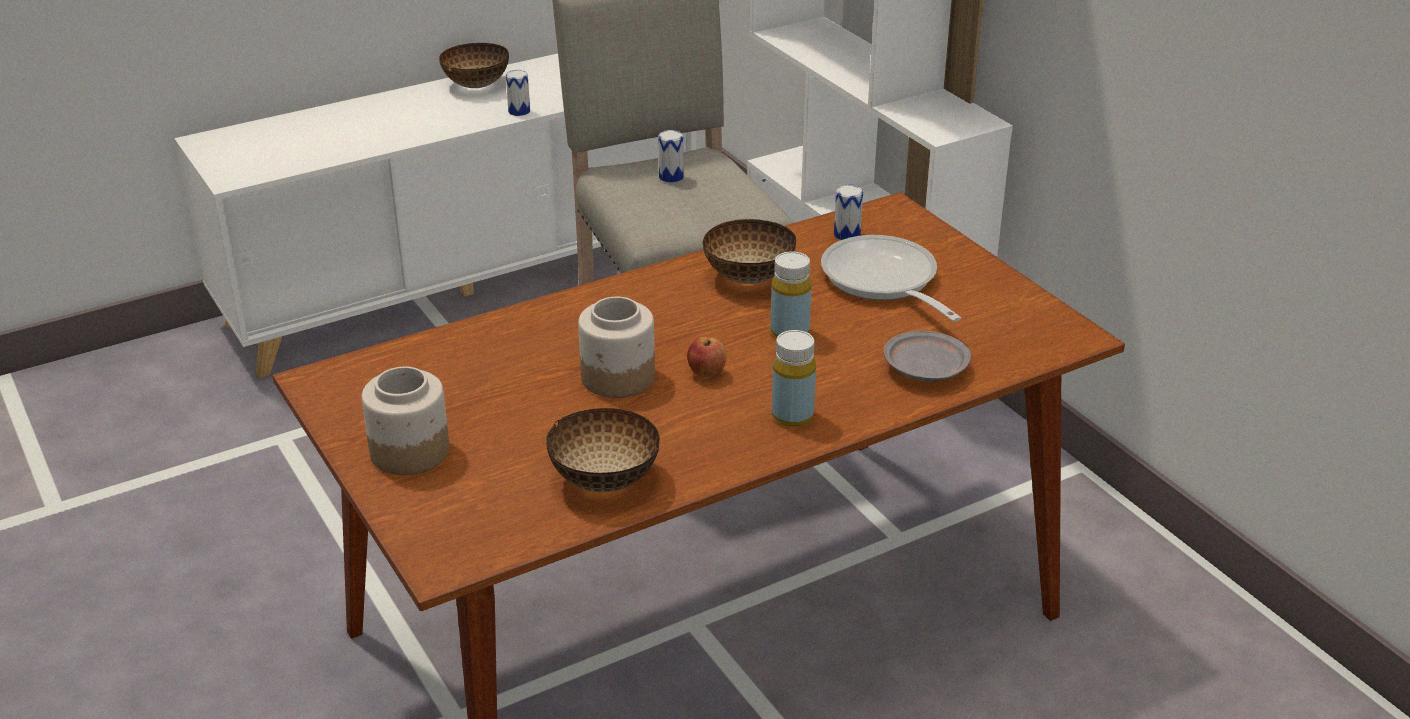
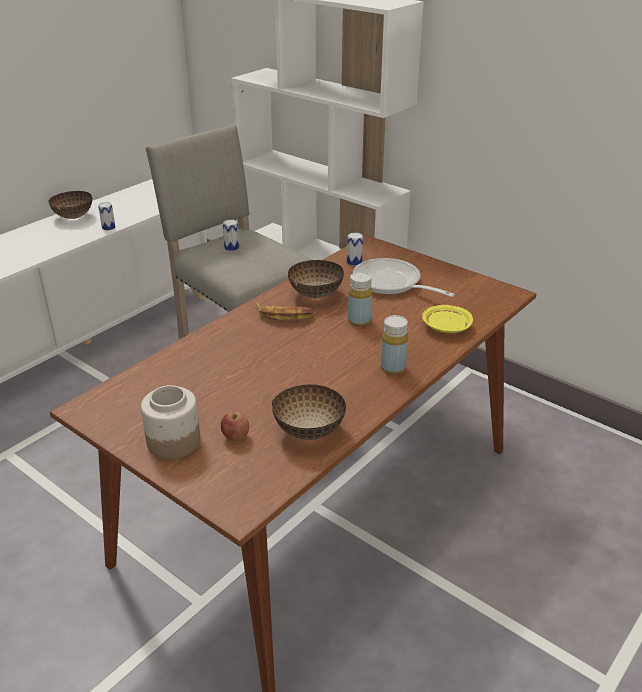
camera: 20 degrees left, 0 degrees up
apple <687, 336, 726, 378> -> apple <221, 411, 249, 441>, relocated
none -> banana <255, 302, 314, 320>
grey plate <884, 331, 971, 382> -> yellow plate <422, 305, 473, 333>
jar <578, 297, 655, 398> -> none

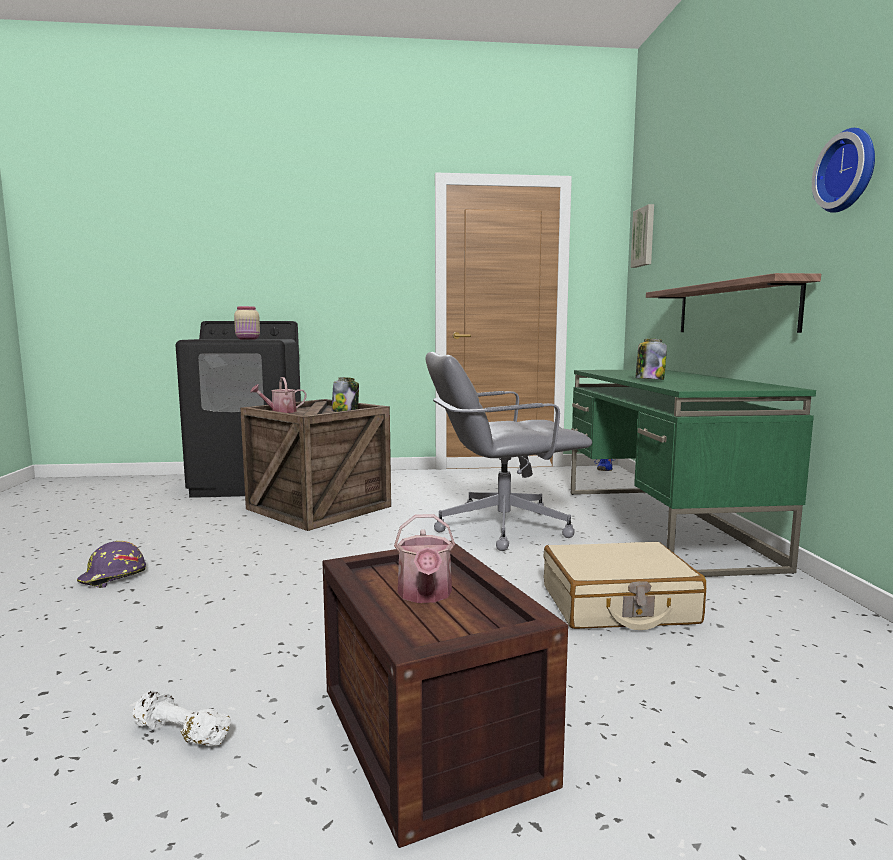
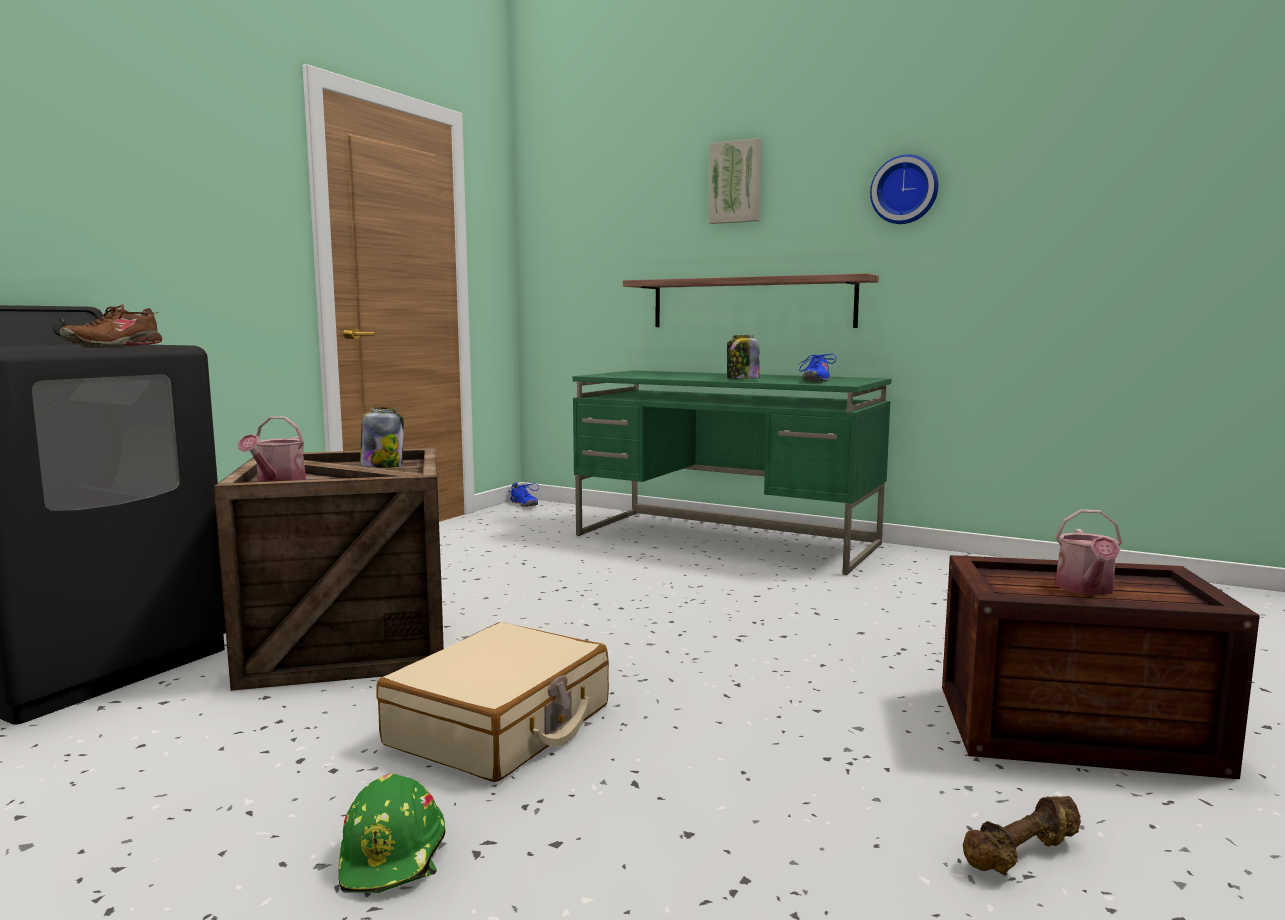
camera: 55 degrees left, 0 degrees up
beige jar <234, 306, 260, 340> -> brown shoe <60, 304, 162, 346>
purple hard hat <77, 541, 146, 588> -> green hard hat <339, 774, 446, 893>
beige suitcase <544, 542, 706, 630> -> beige suitcase <376, 622, 609, 782>, relocated
picture <631, 204, 654, 268> -> picture <709, 138, 762, 224>, relocated
none -> blue shoe <799, 354, 836, 382>
white dumbbell <132, 690, 231, 746> -> brown dumbbell <963, 796, 1081, 874>
watering can <394, 514, 455, 603> -> watering can <1055, 509, 1122, 595>, 75 degrees clockwise
grey office chair <426, 352, 592, 551> -> none

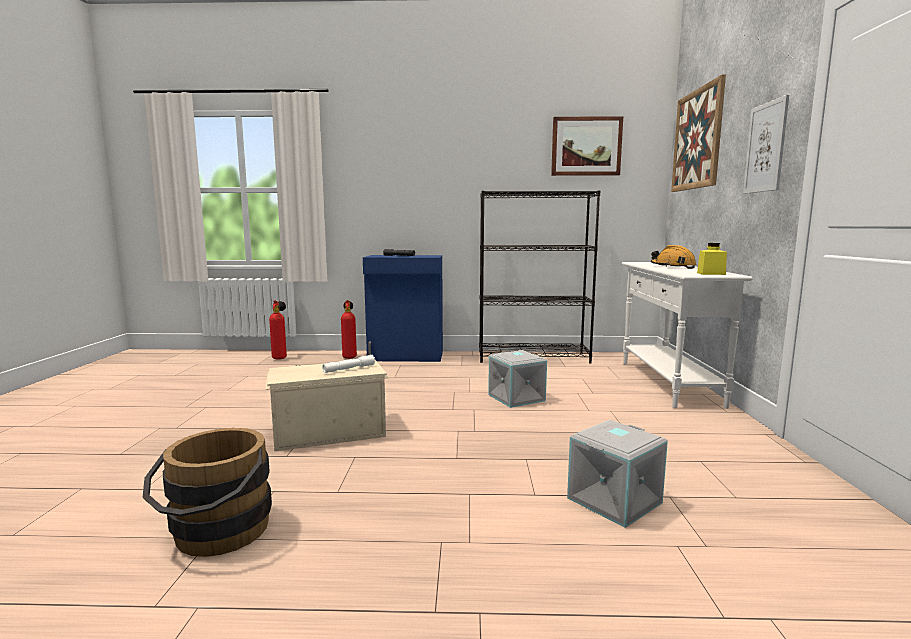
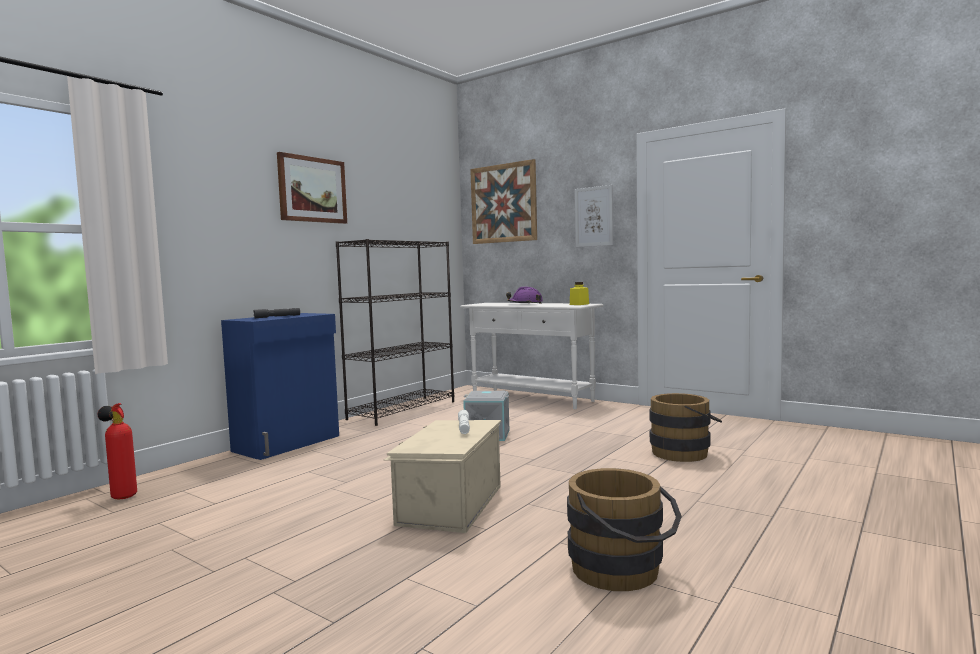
camera: 55 degrees left, 5 degrees down
picture <551, 116, 623, 176> -> picture <277, 152, 347, 224>, relocated
orange hard hat <651, 245, 696, 269> -> purple hard hat <506, 287, 543, 304>
grey storage box <567, 420, 668, 528> -> brown bucket <649, 393, 722, 462>
fire extinguisher <341, 300, 357, 359> -> none

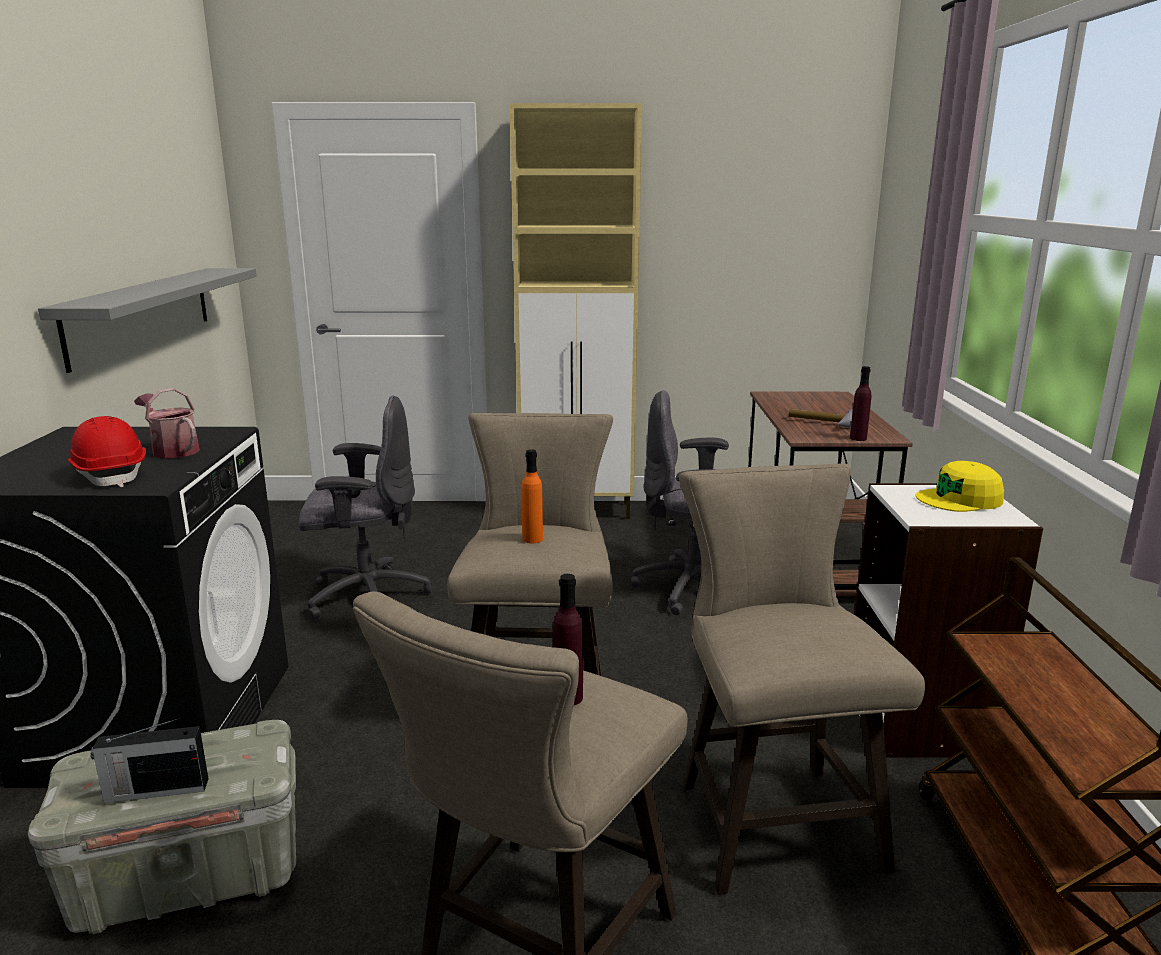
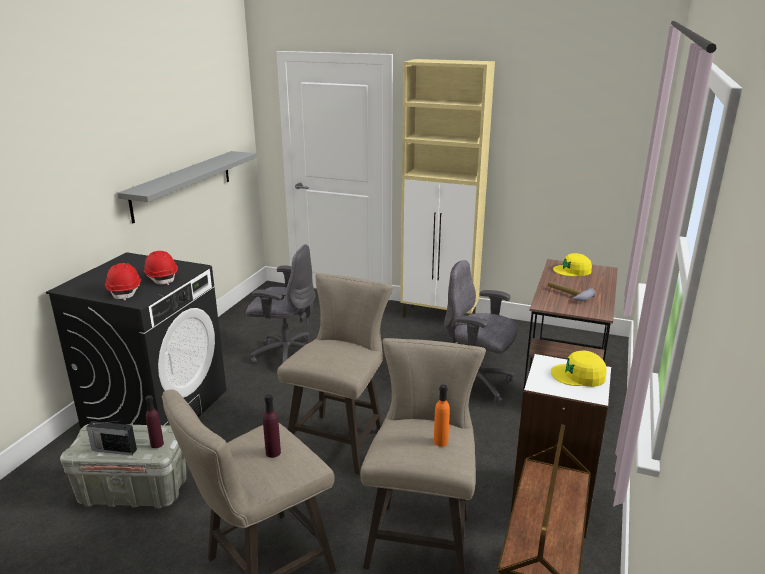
camera: 20 degrees right, 5 degrees up
watering can <134, 388, 200, 459> -> red hard hat <143, 251, 178, 285>
purple bottle <850, 366, 871, 441> -> purple bottle <145, 395, 164, 448>, relocated
orange bottle <521, 449, 543, 543> -> orange bottle <434, 384, 450, 447>, relocated
none -> yellow cap <553, 253, 592, 276>

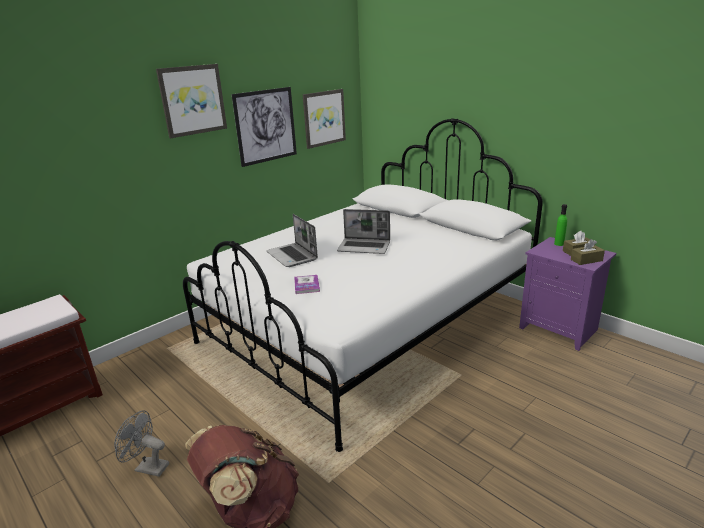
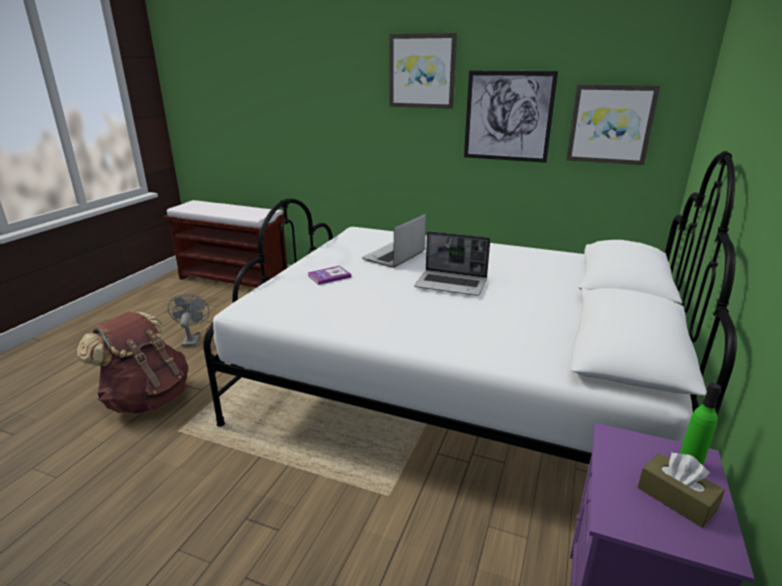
camera: 65 degrees right, 0 degrees up
laptop <337, 209, 390, 254> -> laptop <414, 231, 490, 296>, 60 degrees counterclockwise
brown tissue box <571, 239, 605, 265> -> none

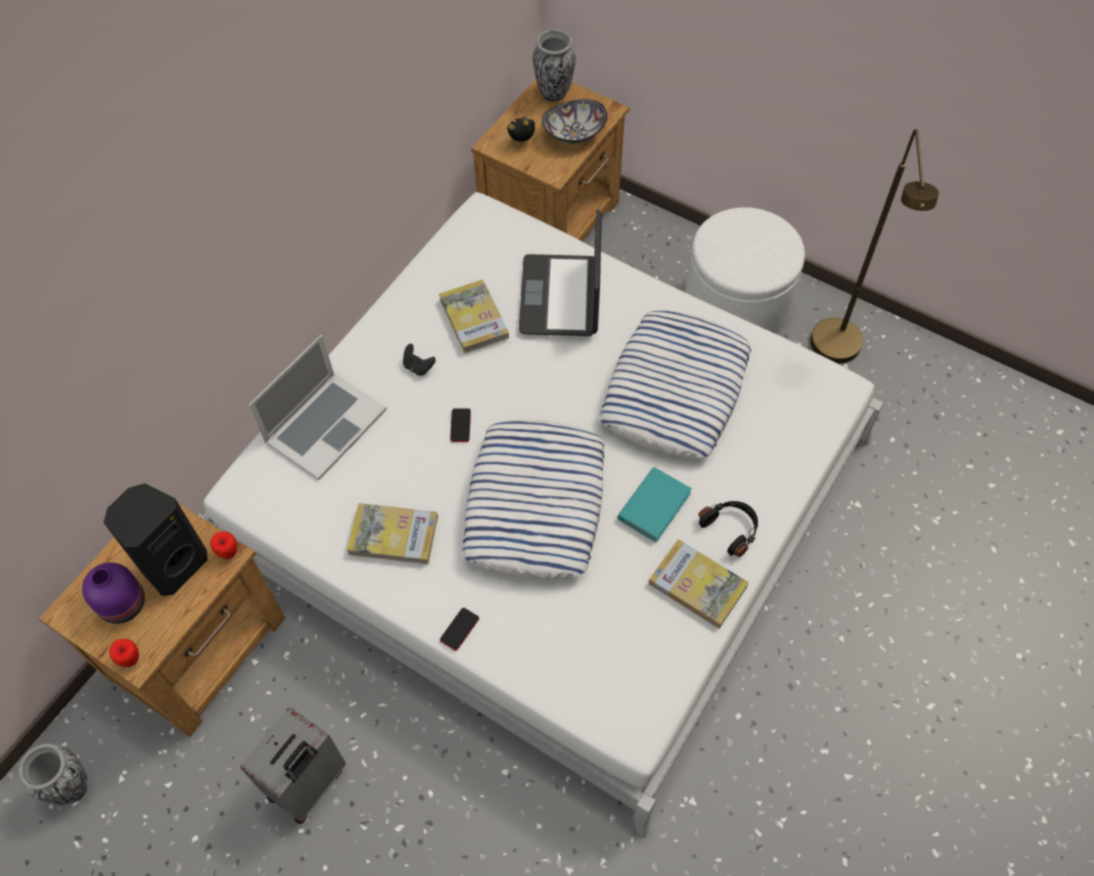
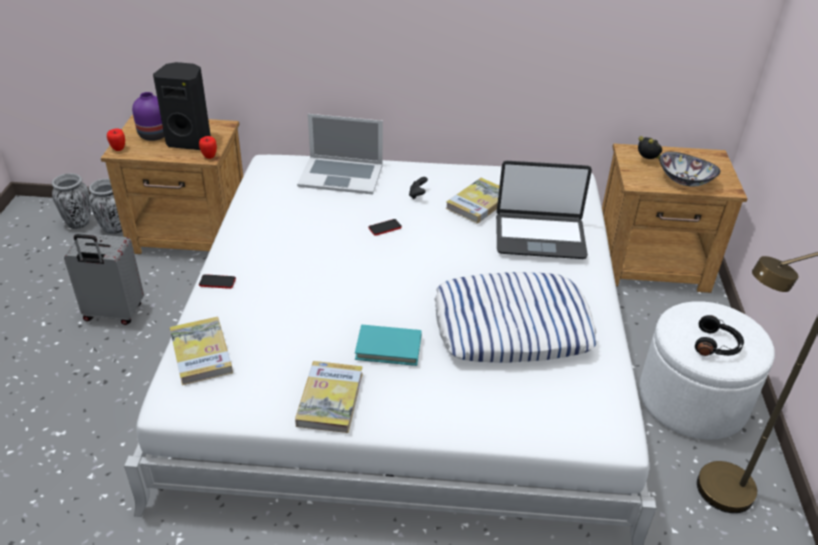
camera: 60 degrees right, 20 degrees down
vase <533, 29, 576, 102> -> vase <89, 178, 122, 234>, relocated
book <347, 503, 438, 565> -> book <170, 317, 233, 385>, relocated
laptop <519, 209, 602, 336> -> laptop <496, 161, 592, 259>, 150 degrees counterclockwise
black headphones <698, 501, 758, 557> -> black headphones <695, 315, 744, 356>, relocated
pillow <462, 419, 605, 580> -> none

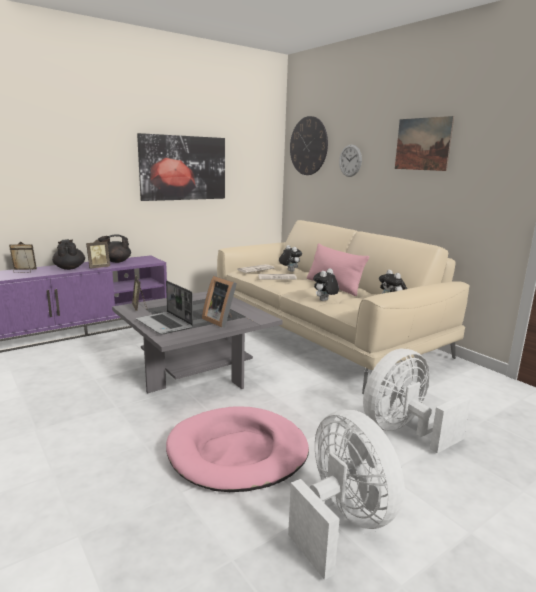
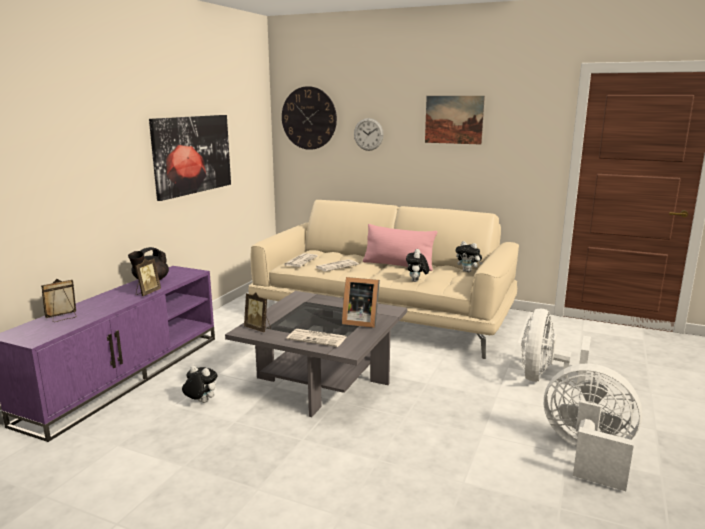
camera: 30 degrees left, 0 degrees up
plush toy <279, 245, 302, 272> -> plush toy <182, 366, 218, 403>, relocated
laptop <136, 281, 193, 334> -> newspaper <287, 329, 346, 347>
black teapot <52, 239, 85, 270> -> none
pink dog bed <166, 406, 309, 492> -> none

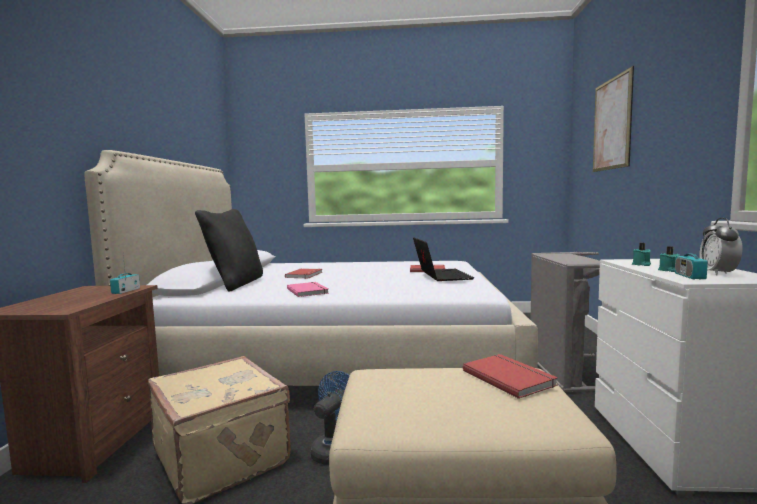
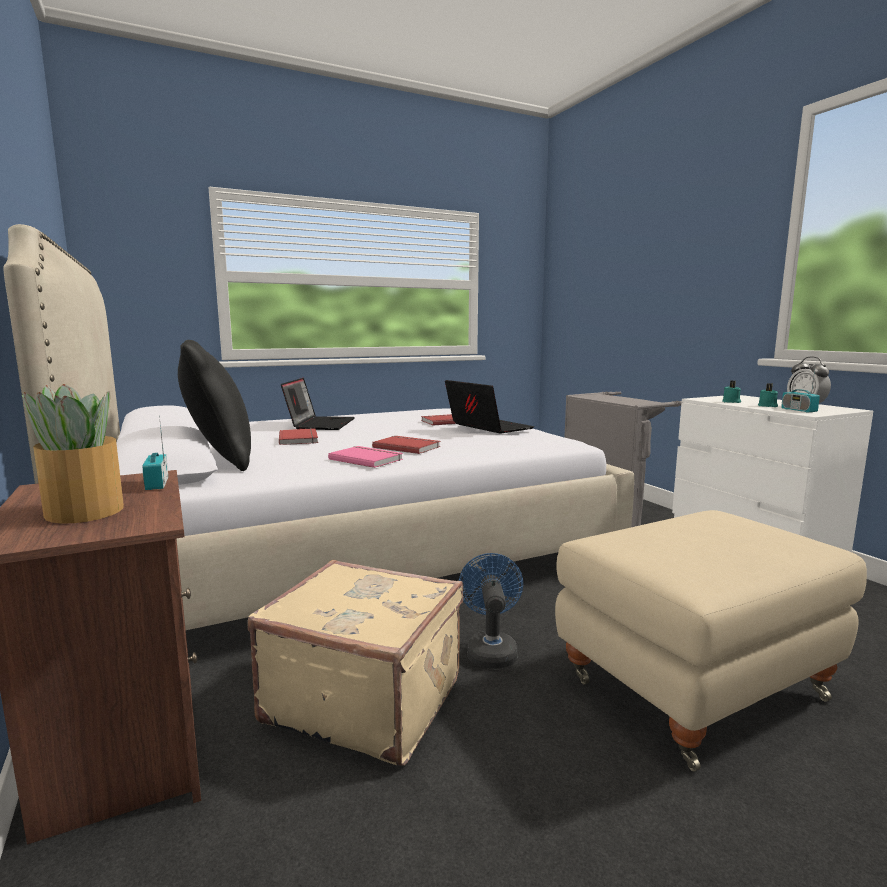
camera: 30 degrees left, 5 degrees up
none -> potted plant <22, 384, 124, 524>
none -> laptop <281, 378, 355, 430>
red book <463, 354, 558, 399> -> red book <372, 436, 440, 454>, relocated
picture <593, 66, 634, 172> -> none

